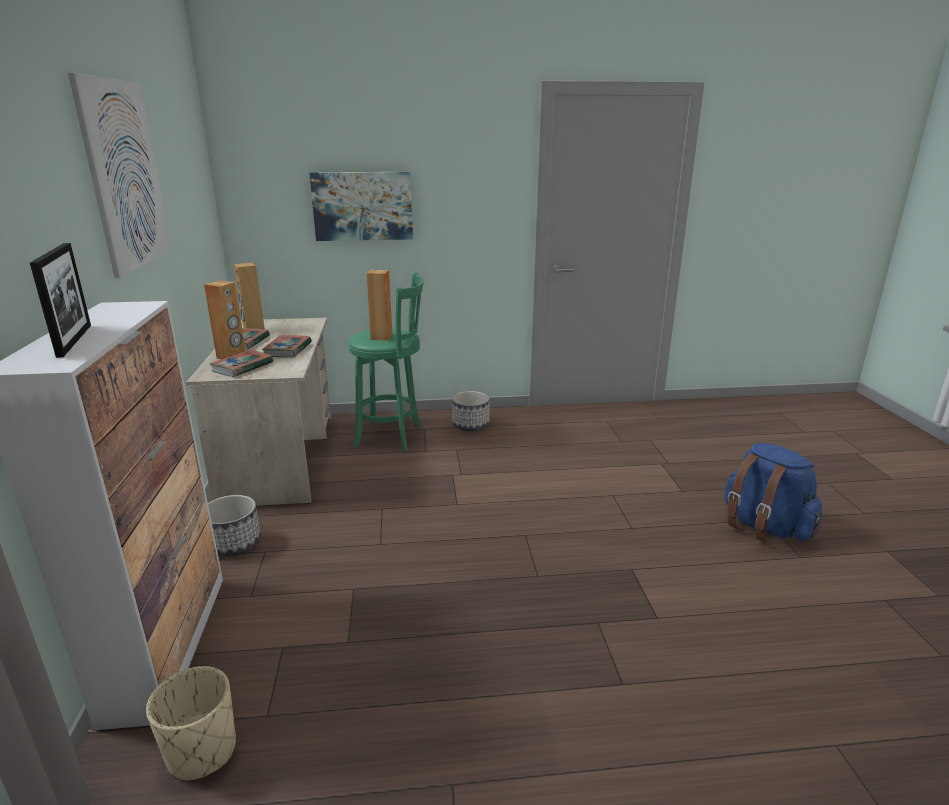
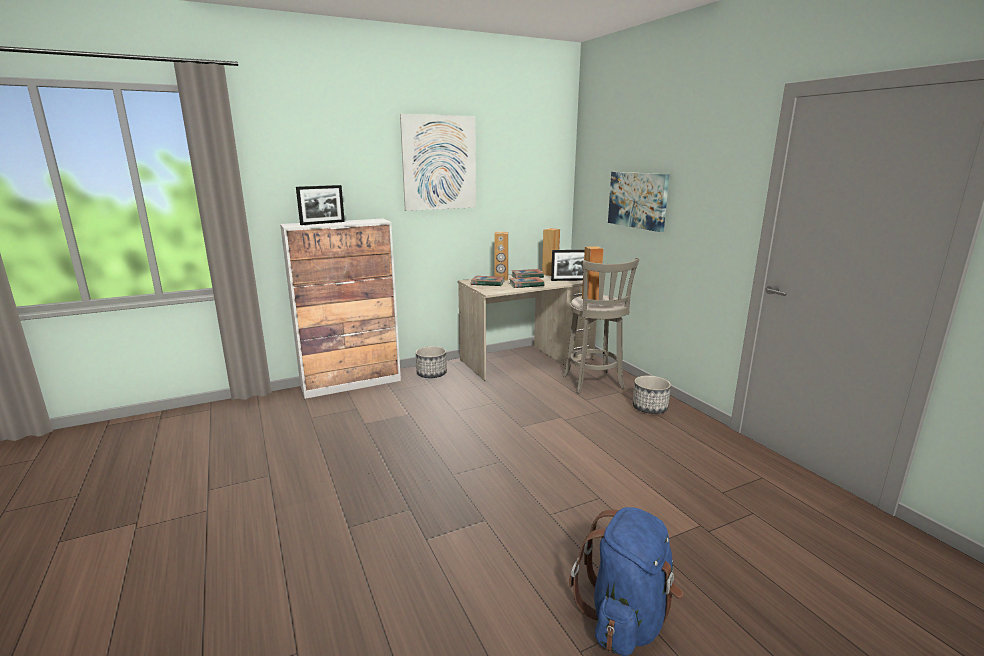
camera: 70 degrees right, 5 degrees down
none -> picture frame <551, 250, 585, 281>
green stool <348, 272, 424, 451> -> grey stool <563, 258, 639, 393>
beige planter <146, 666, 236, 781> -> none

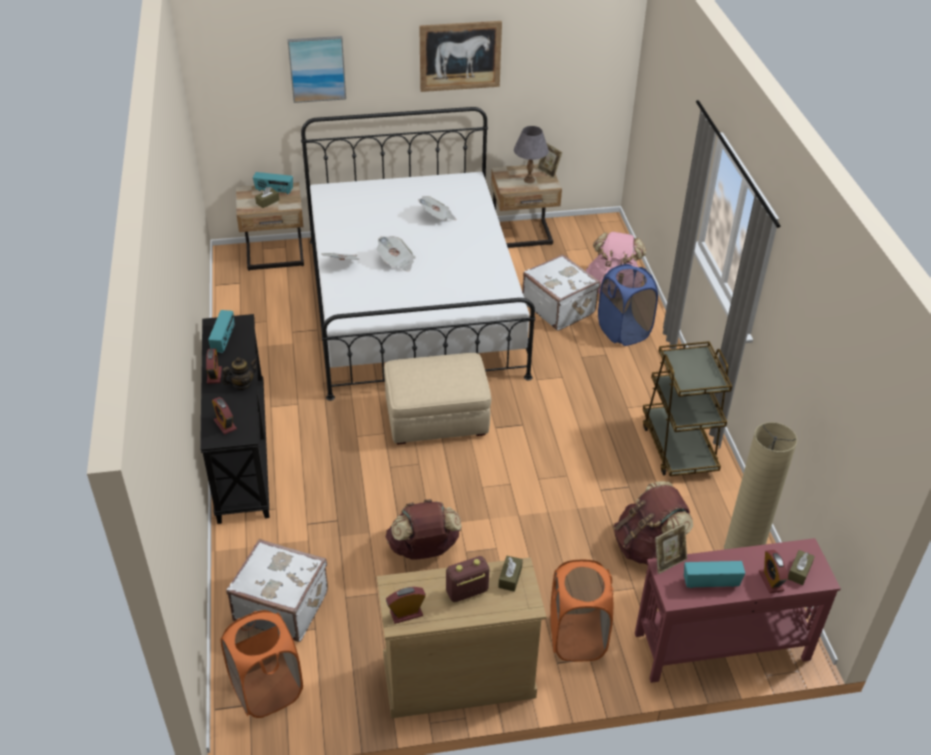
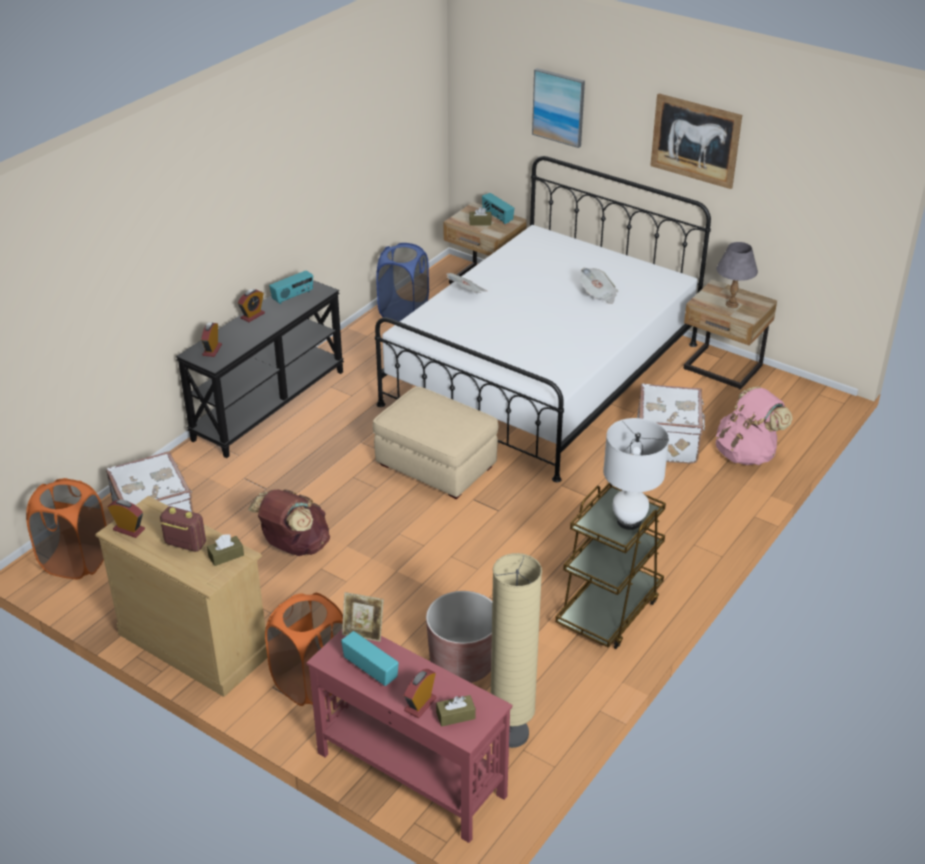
camera: 45 degrees right, 5 degrees down
blue laundry basket <598, 264, 658, 346> -> blue laundry basket <376, 243, 429, 322>, relocated
brown backpack <614, 481, 693, 565> -> brown planter <426, 591, 492, 683>
none -> white table lamp <603, 418, 669, 530>
teapot <222, 357, 258, 390> -> none
newspaper <377, 236, 415, 272> -> none
picture frame <537, 143, 563, 179> -> none

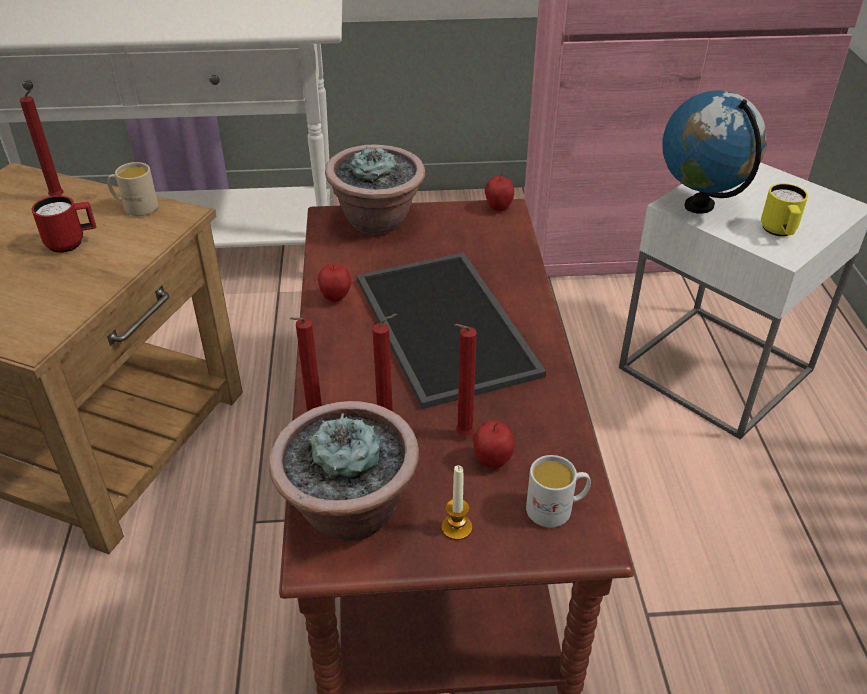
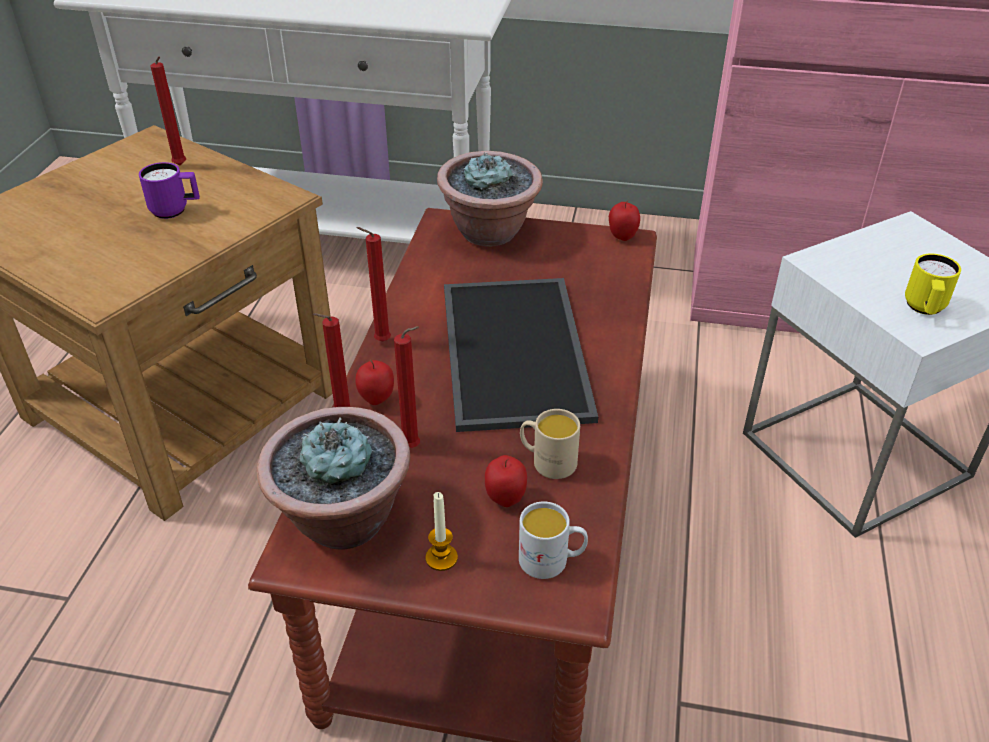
camera: 15 degrees right, 0 degrees up
red mug <31, 196, 96, 253> -> purple mug <139, 162, 200, 219>
apple <318, 262, 351, 302> -> apple <355, 359, 394, 405>, relocated
red candle <454, 324, 477, 436> -> red candle <356, 227, 391, 341>, relocated
beige mug <107, 162, 158, 216> -> beige mug <520, 409, 580, 479>, relocated
globe <662, 90, 767, 214> -> none

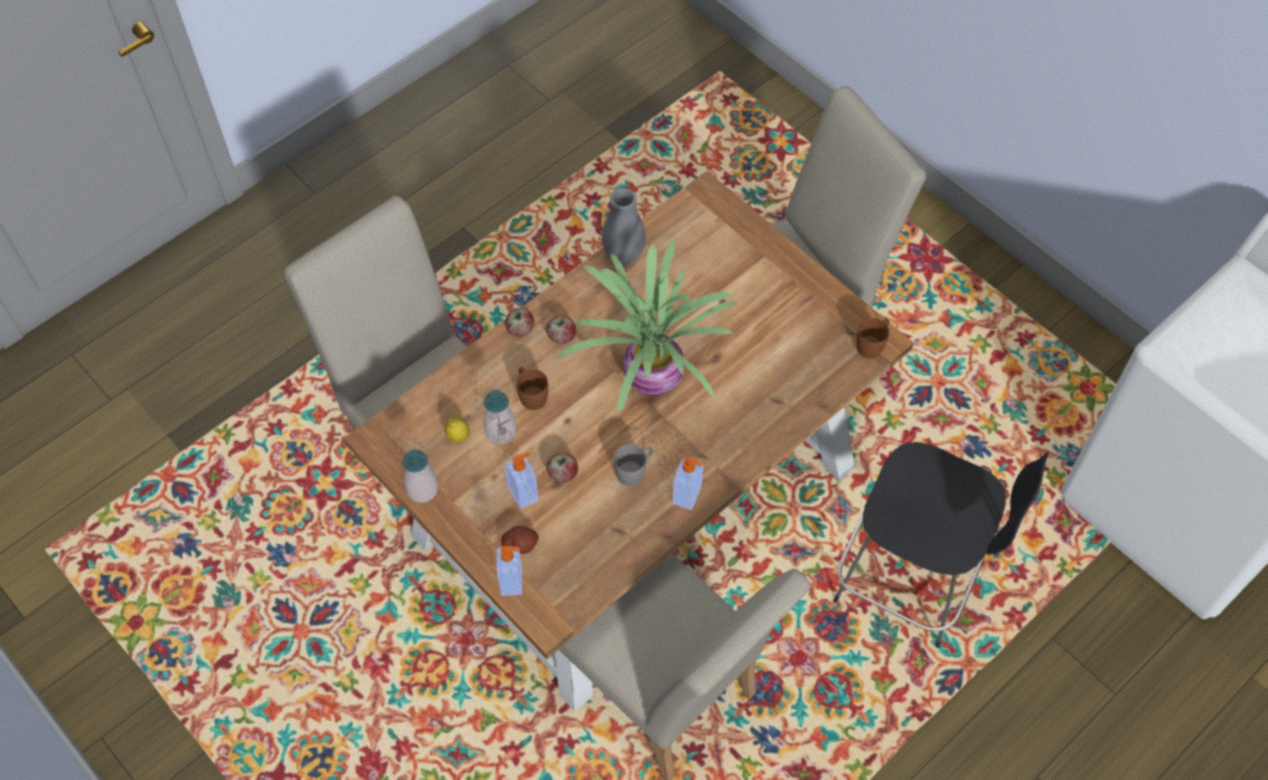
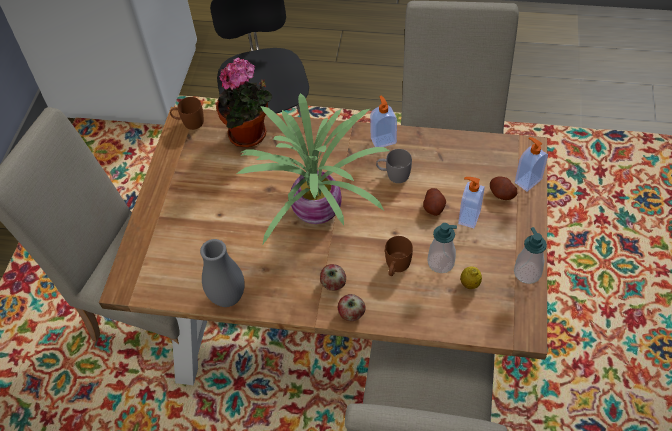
camera: 125 degrees left, 5 degrees down
none -> potted plant <216, 57, 272, 148>
apple <546, 452, 578, 483> -> potato <423, 188, 446, 216>

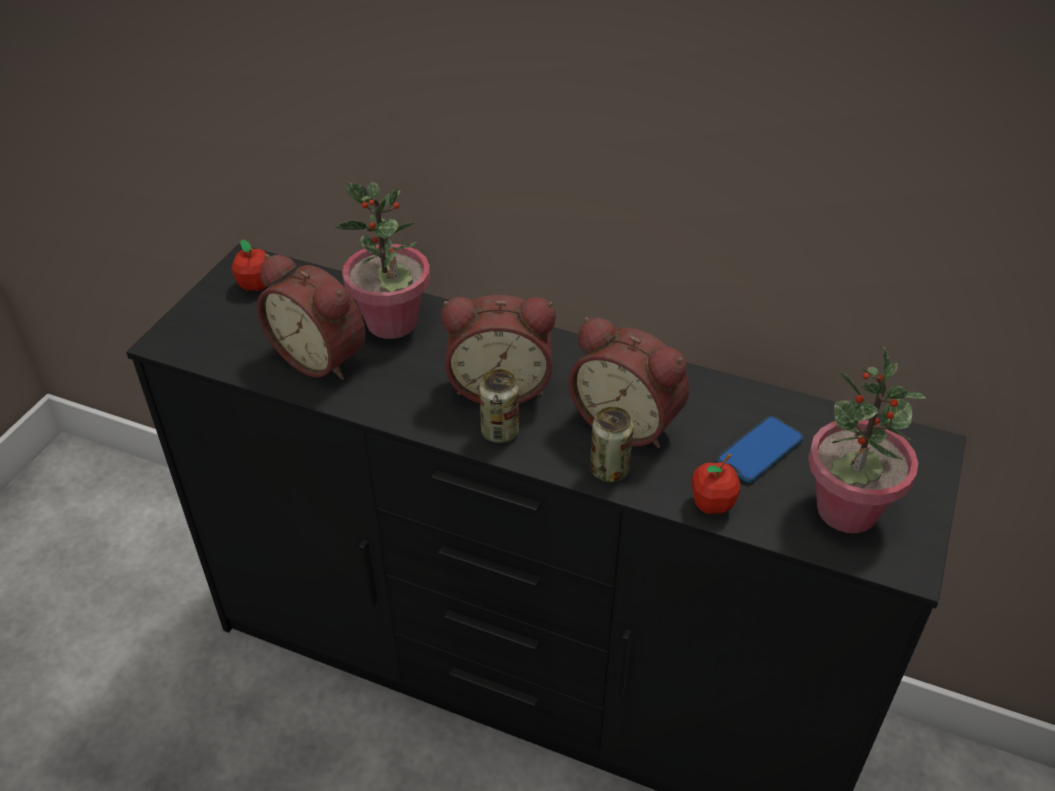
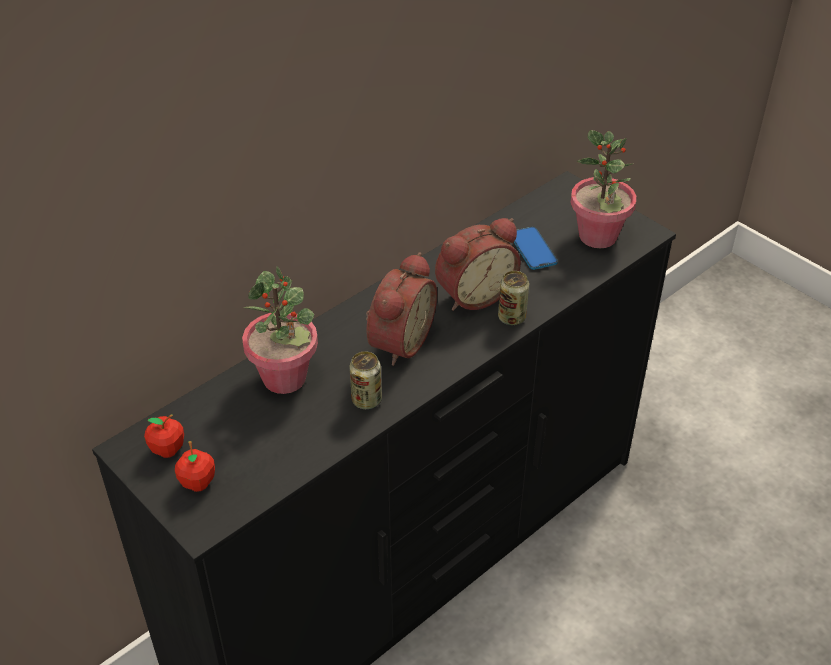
camera: 65 degrees left, 0 degrees up
apple <691, 454, 740, 514> -> apple <175, 441, 215, 492>, relocated
can <479, 369, 519, 443> -> can <350, 351, 382, 409>, relocated
alarm clock <257, 254, 366, 380> -> none

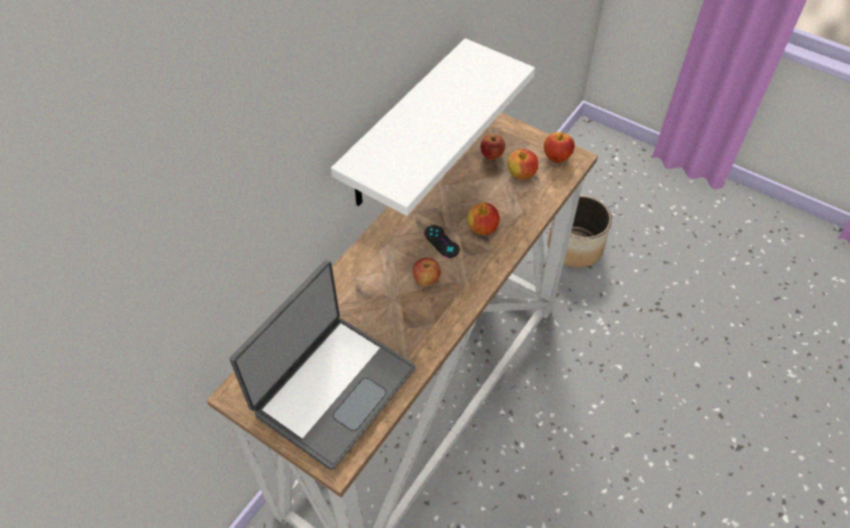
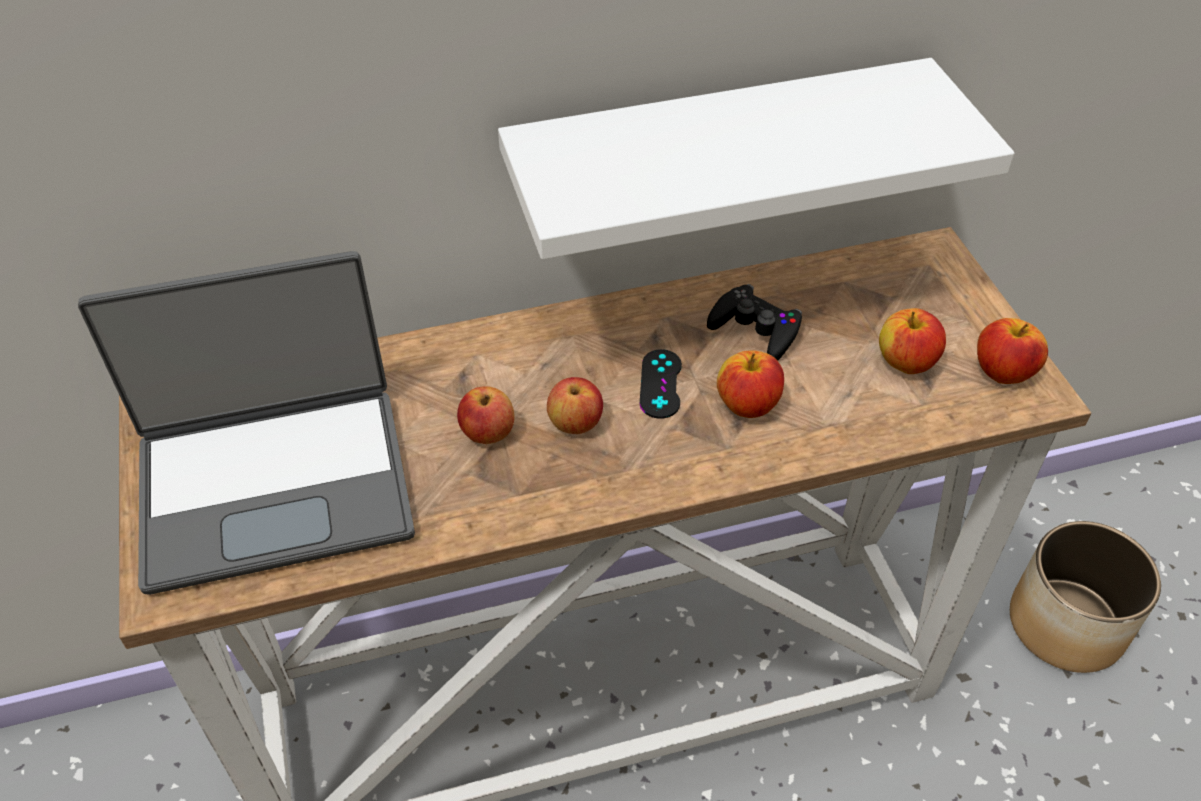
camera: 40 degrees right, 5 degrees down
apple <481, 134, 505, 160> -> apple <457, 386, 515, 444>, relocated
none -> black game controller <707, 284, 802, 361>

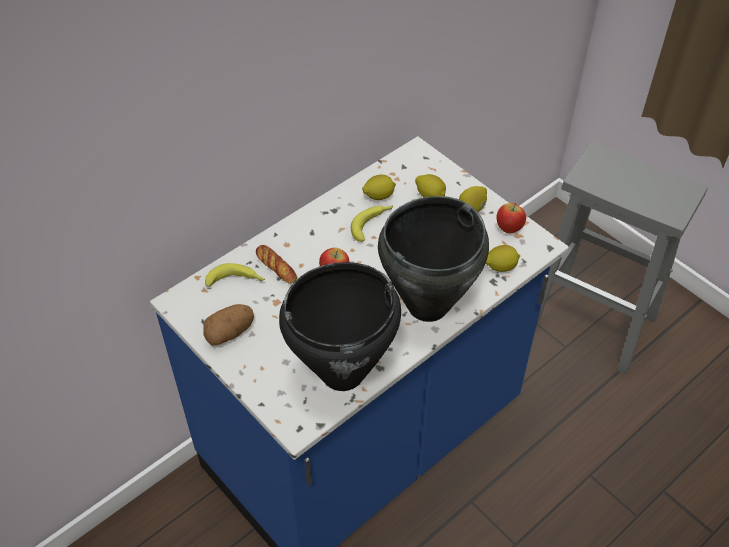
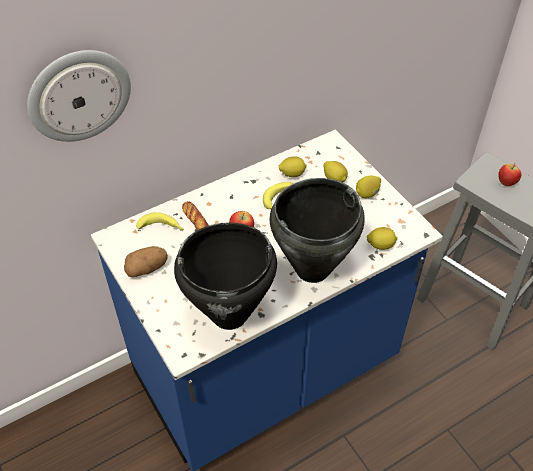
camera: 10 degrees right, 0 degrees up
none -> wall clock <27, 50, 131, 142>
apple <496, 203, 526, 233> -> apple <498, 164, 521, 186>, relocated

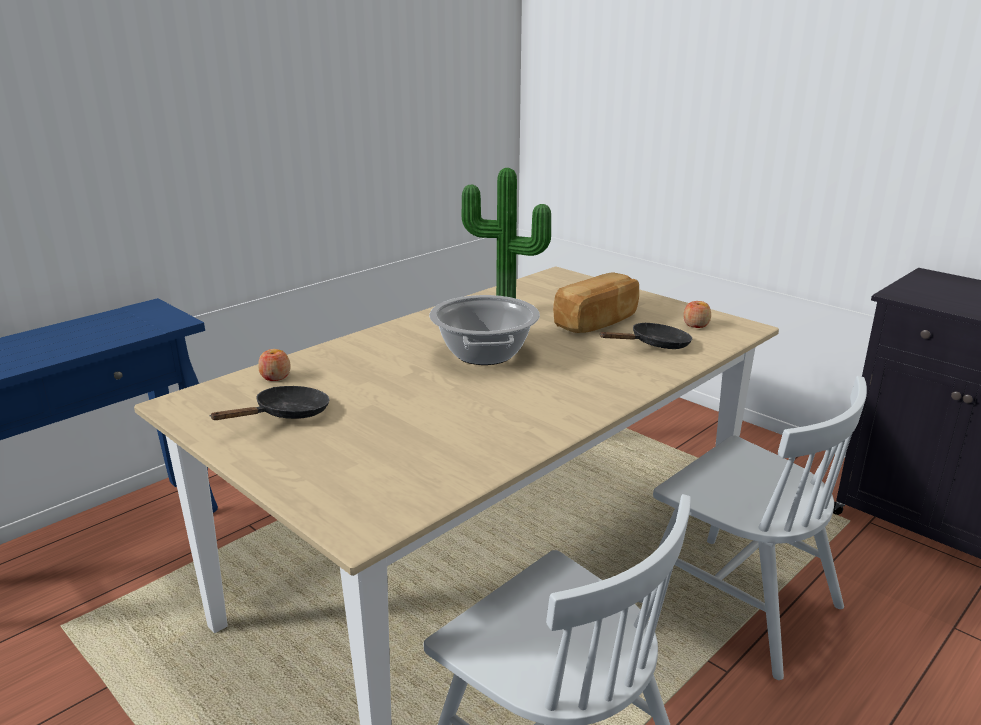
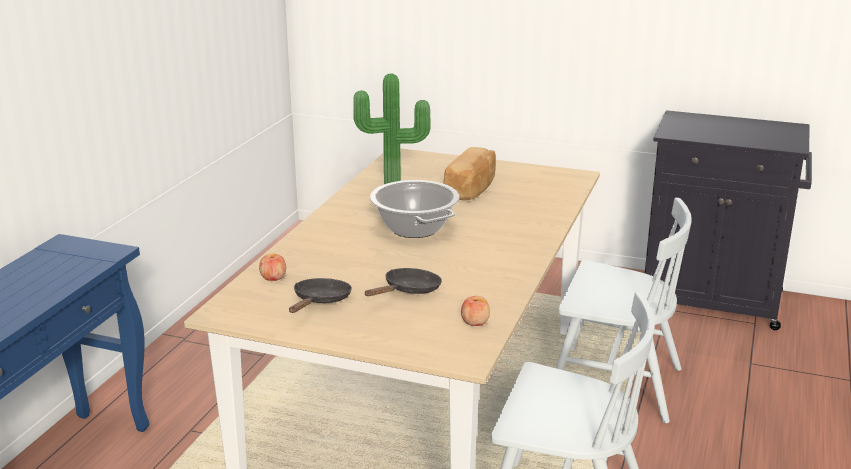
camera: 25 degrees left, 0 degrees up
black frying pan <600, 322, 692, 349> -> black frying pan <365, 268, 442, 296>, relocated
apple <683, 301, 711, 328> -> apple <461, 296, 490, 326>, relocated

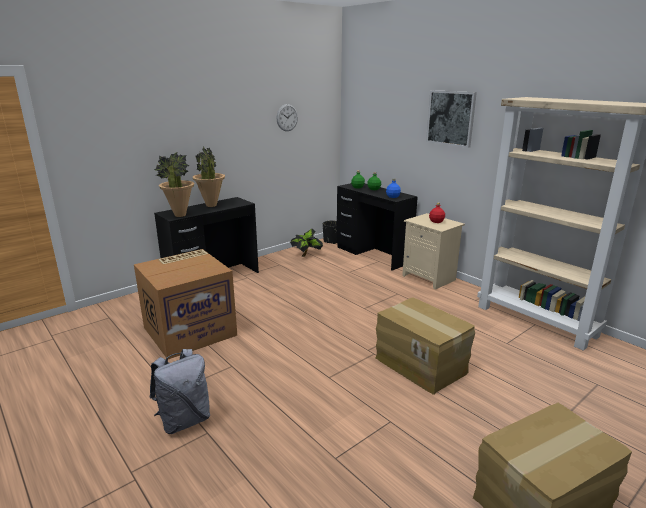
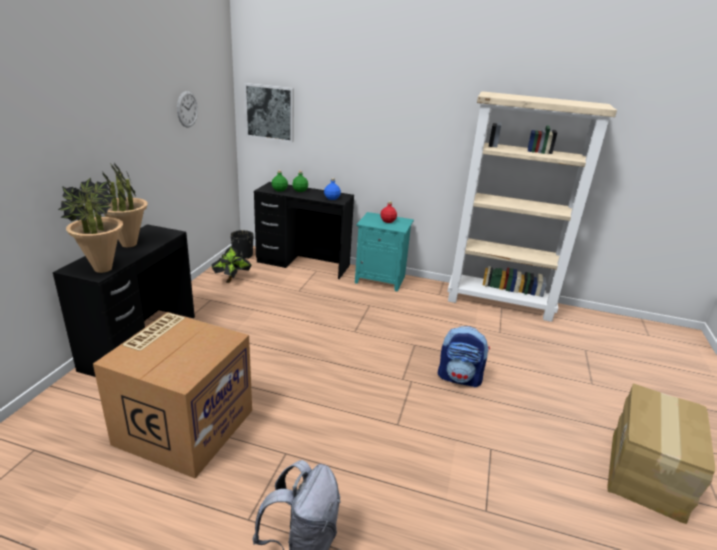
camera: 35 degrees left, 5 degrees up
picture <426, 90, 477, 148> -> picture <244, 83, 294, 142>, relocated
beige nightstand <402, 213, 465, 290> -> turquoise nightstand <355, 212, 414, 292>
cardboard box <376, 298, 475, 395> -> backpack <438, 326, 490, 388>

